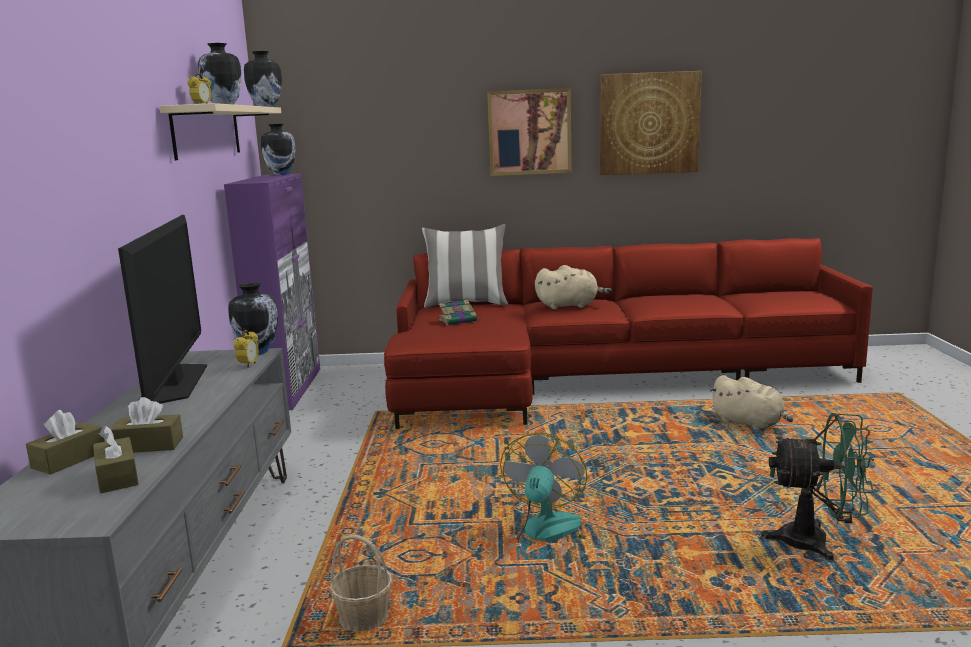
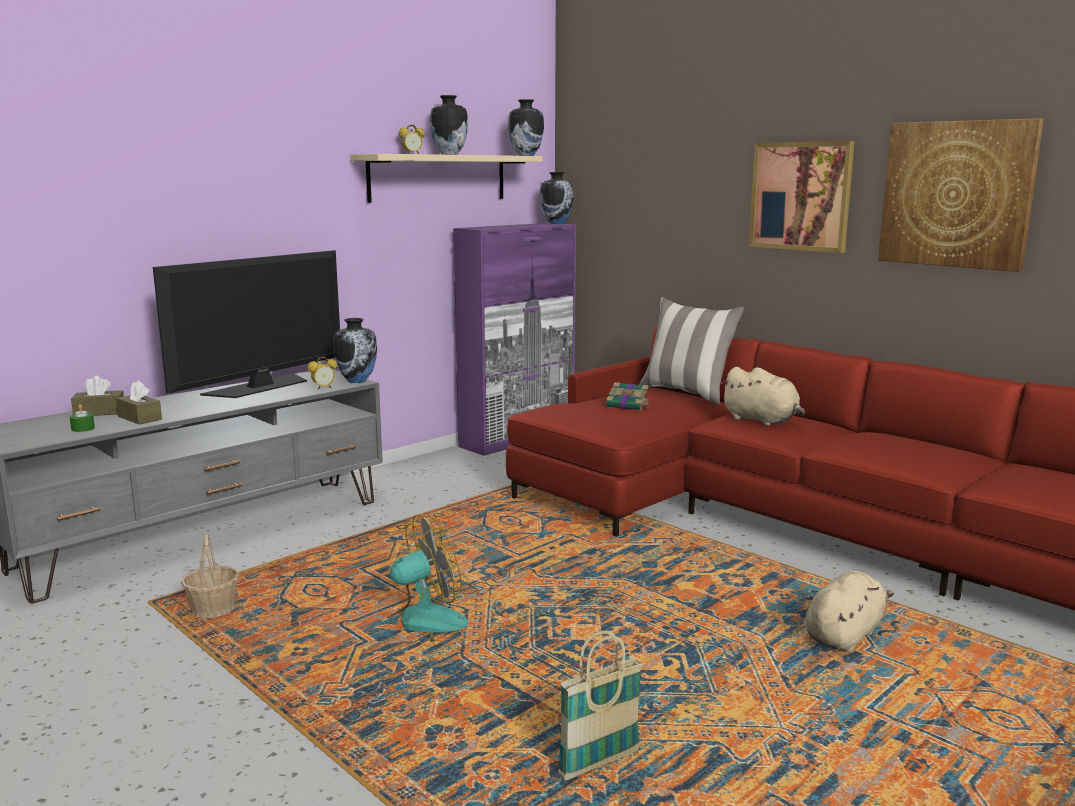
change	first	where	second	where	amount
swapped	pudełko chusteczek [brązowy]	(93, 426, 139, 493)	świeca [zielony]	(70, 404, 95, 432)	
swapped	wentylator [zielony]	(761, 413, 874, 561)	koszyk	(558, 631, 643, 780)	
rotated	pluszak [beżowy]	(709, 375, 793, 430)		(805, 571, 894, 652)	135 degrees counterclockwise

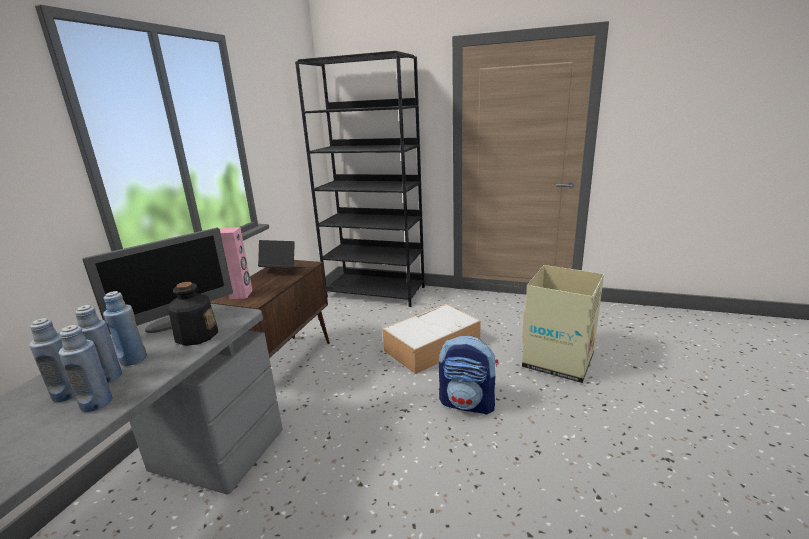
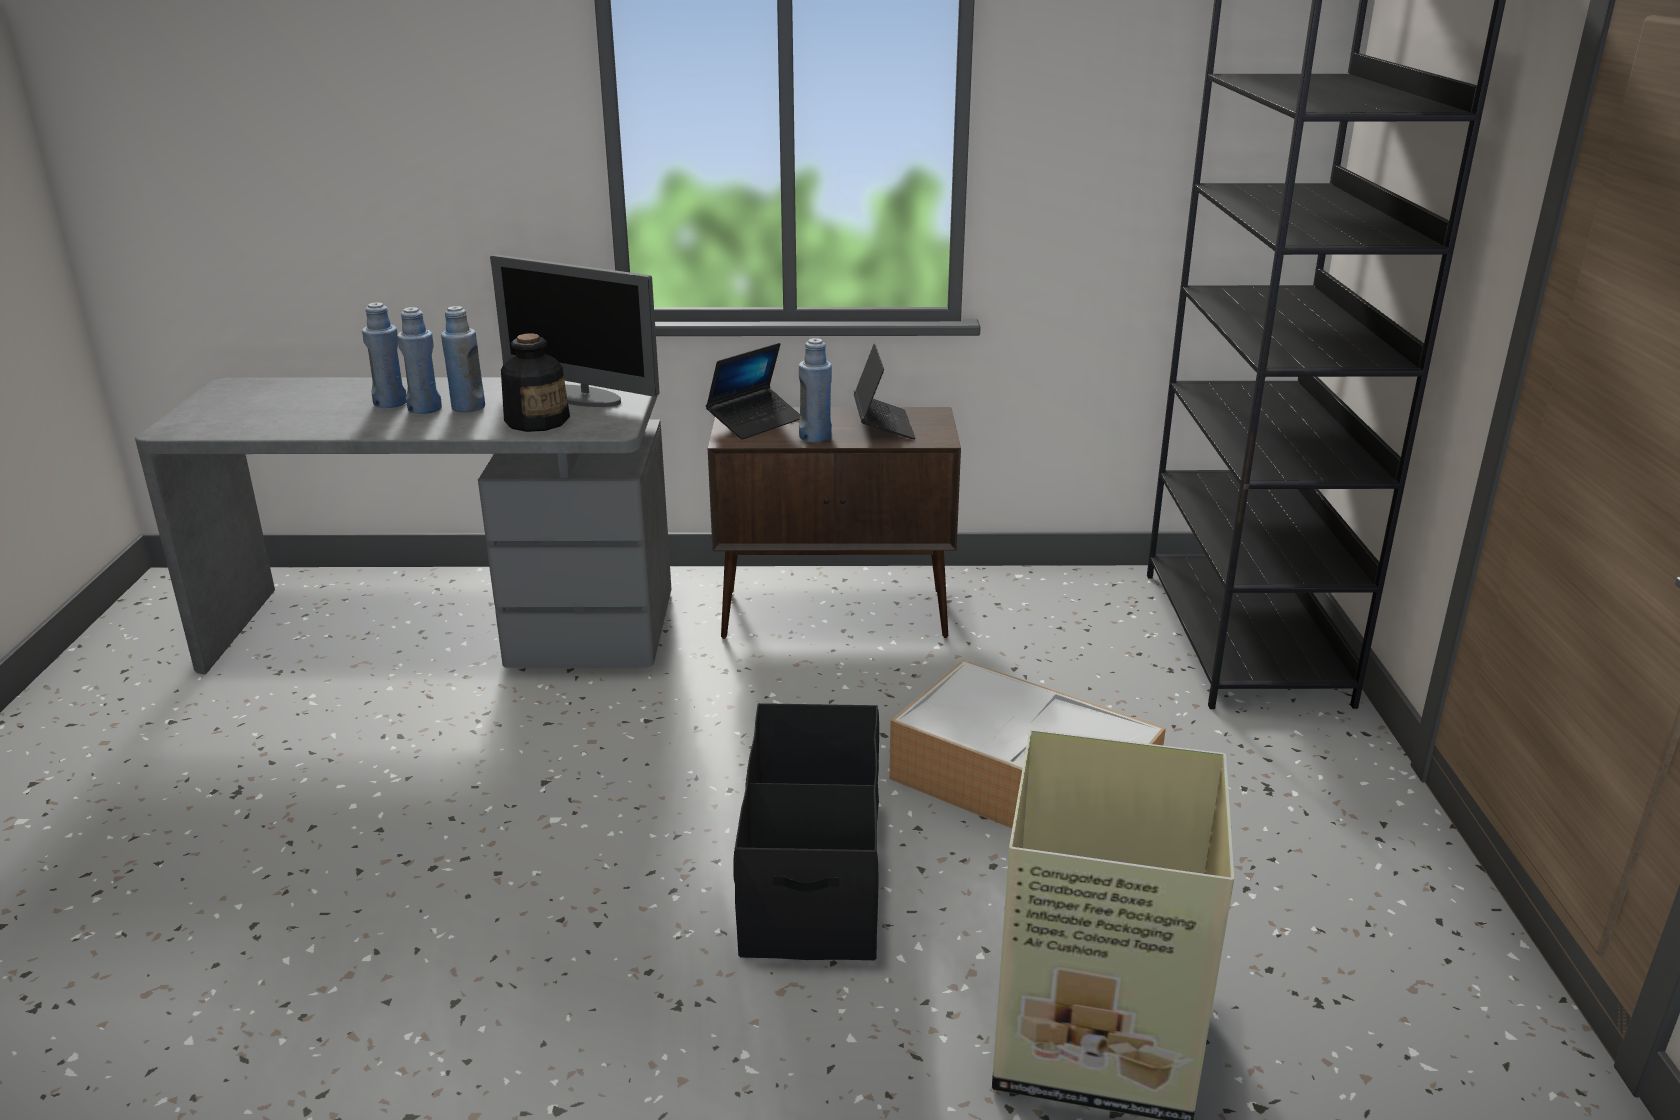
change	first	where	second	where	amount
swapped	głośnik [różowy]	(220, 227, 253, 299)	laptop	(706, 343, 800, 440)	
swapped	plecak	(439, 335, 498, 415)	pojemnik do przechowywania [czarny]	(734, 703, 879, 960)	
shifted	butelka [niebieski]	(59, 325, 112, 412)		(799, 338, 832, 442)	

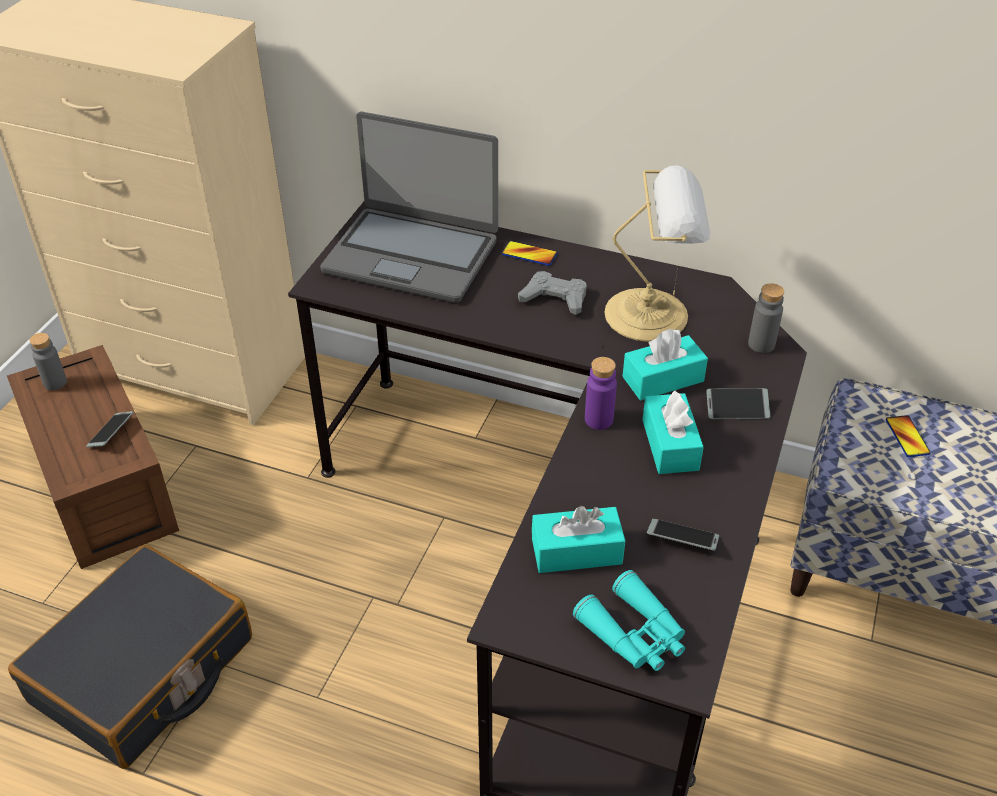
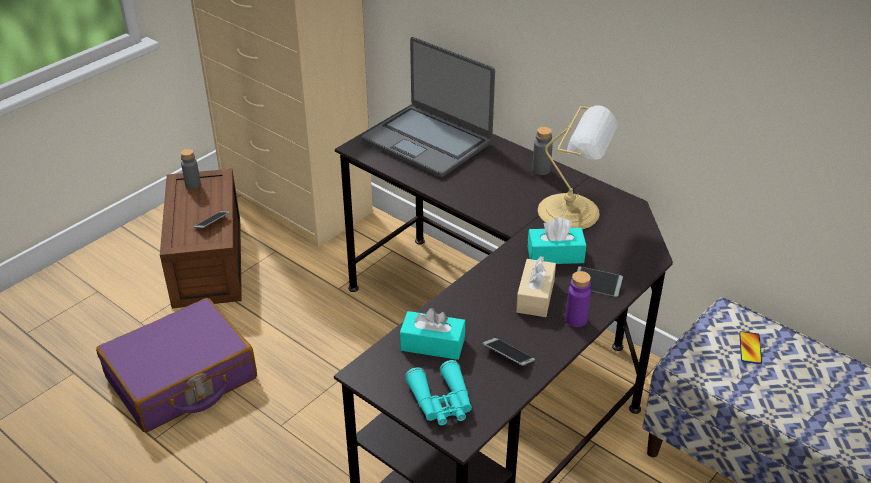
change	first	where	second	where	amount
repainted	walizka [czarny]	(8, 545, 252, 769)	walizka [fioletowy]	(96, 298, 257, 432)	
repainted	pudełko chusteczek [turkusowy]	(642, 390, 704, 474)	pudełko chusteczek [beżowy]	(516, 256, 556, 317)	
shifted	butelka [szary]	(748, 283, 784, 353)		(532, 127, 553, 175)	
shifted	butelka [fioletowy]	(585, 357, 617, 430)		(565, 271, 591, 327)	
gone	telefon	(502, 241, 558, 266)			
gone	pad do gier [szary]	(518, 271, 586, 315)			

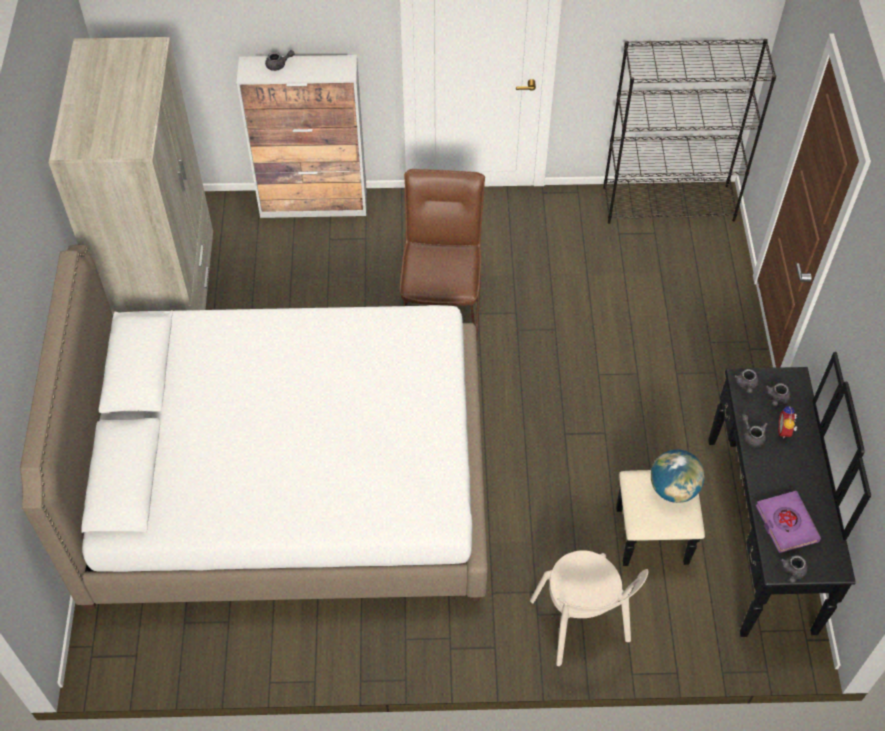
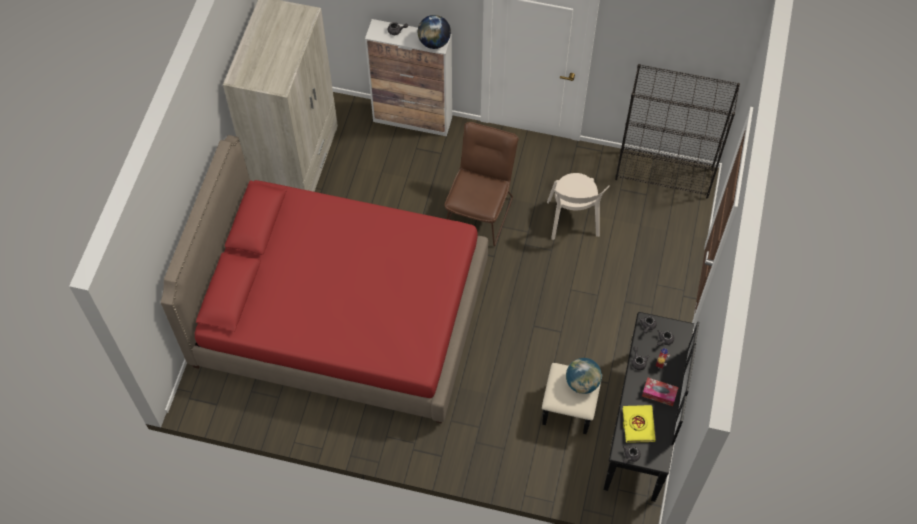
change	first	where	second	where	amount
repainted	łóżko [biały]	(20, 245, 488, 609)	łóżko [czerwony]	(161, 135, 488, 423)	
new			globus	(418, 15, 451, 49)	
shifted	krzesło [beżowy]	(530, 550, 649, 666)		(547, 173, 610, 240)	
repainted	książka [fioletowy]	(756, 491, 821, 553)	książka [żółty]	(623, 405, 656, 443)	
new			pudełko chusteczek	(642, 378, 679, 406)	

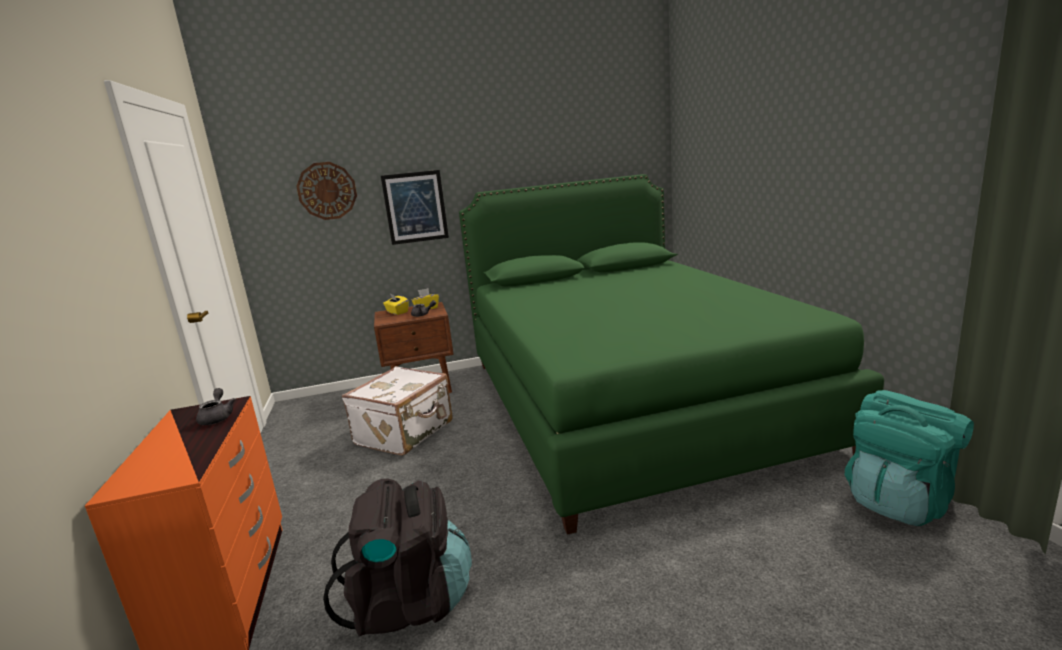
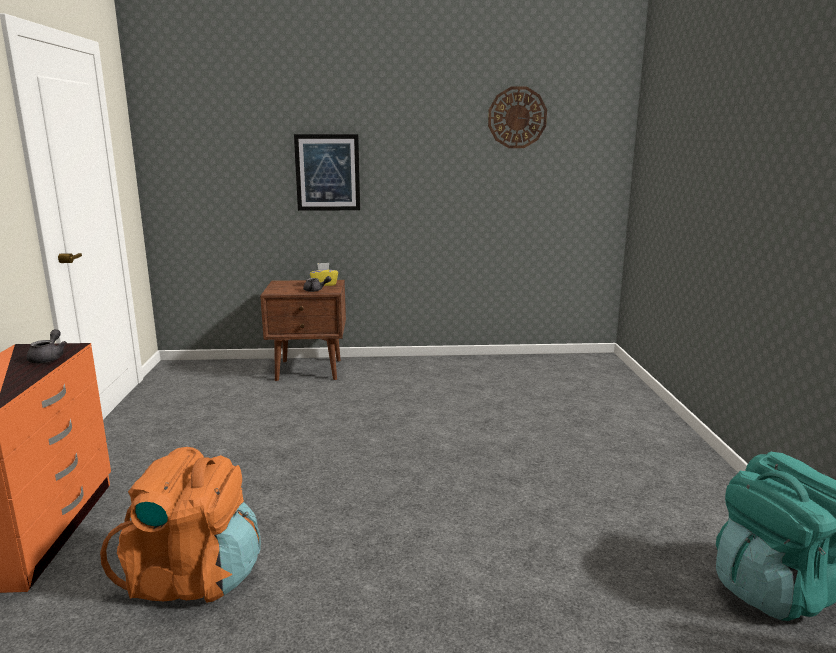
change	first	where	second	where	amount
repainted	plecak [czarny]	(323, 479, 472, 637)	plecak [pomarańczowy]	(100, 447, 261, 603)	
shifted	zegar ścienny	(296, 162, 357, 220)		(488, 87, 547, 148)	
gone	walizka [biały]	(342, 366, 453, 456)			
gone	pudełko chusteczek [żółty]	(383, 294, 408, 315)			
gone	łóżko [zielony]	(459, 174, 884, 535)			

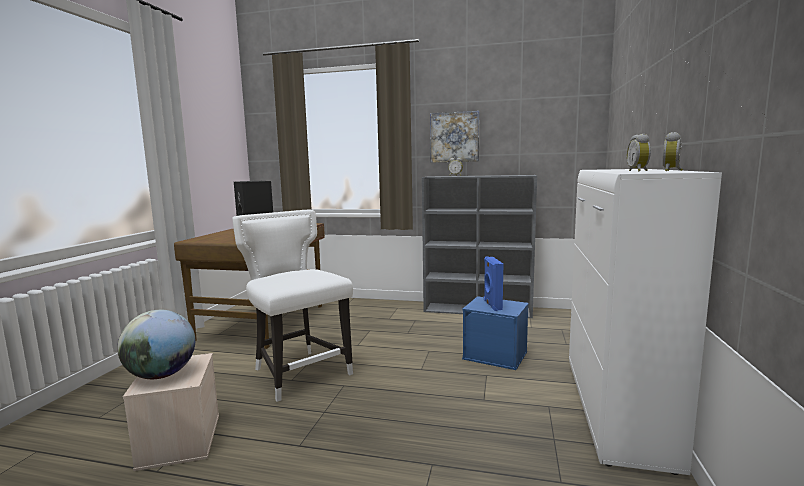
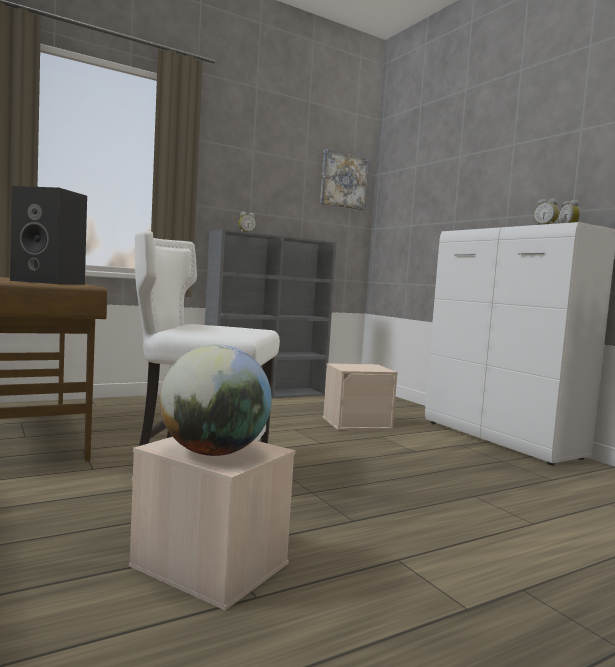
change	first	where	second	where	amount
shifted	obraz	(430, 111, 479, 162)		(320, 149, 369, 210)	
repainted	pojemnik do przechowywania [niebieski]	(462, 296, 529, 370)	pojemnik do przechowywania [beżowy]	(323, 363, 398, 430)	
gone	głośnik [niebieski]	(484, 256, 503, 311)			

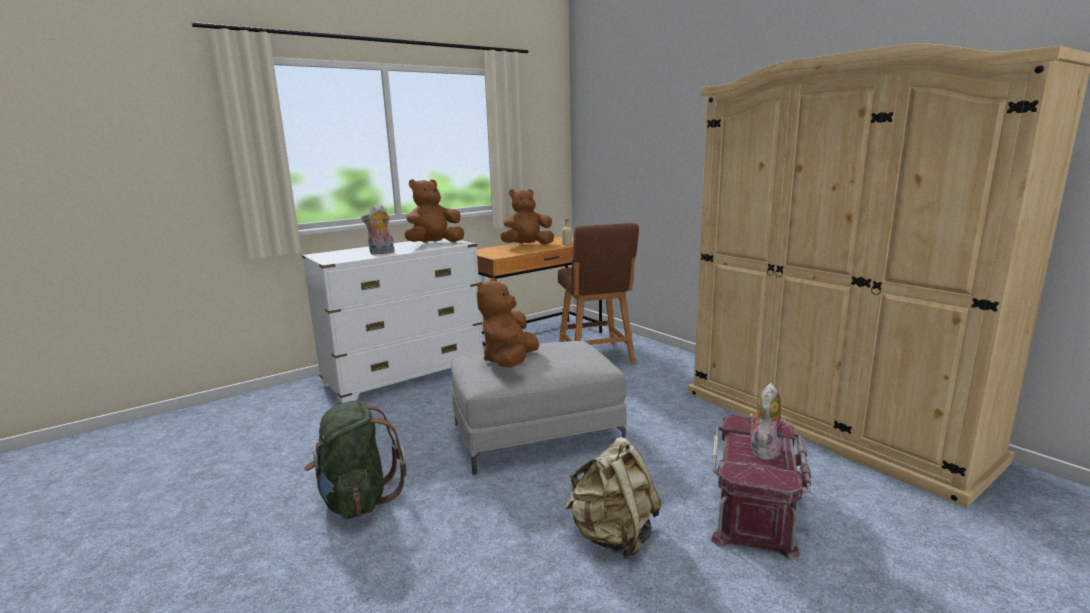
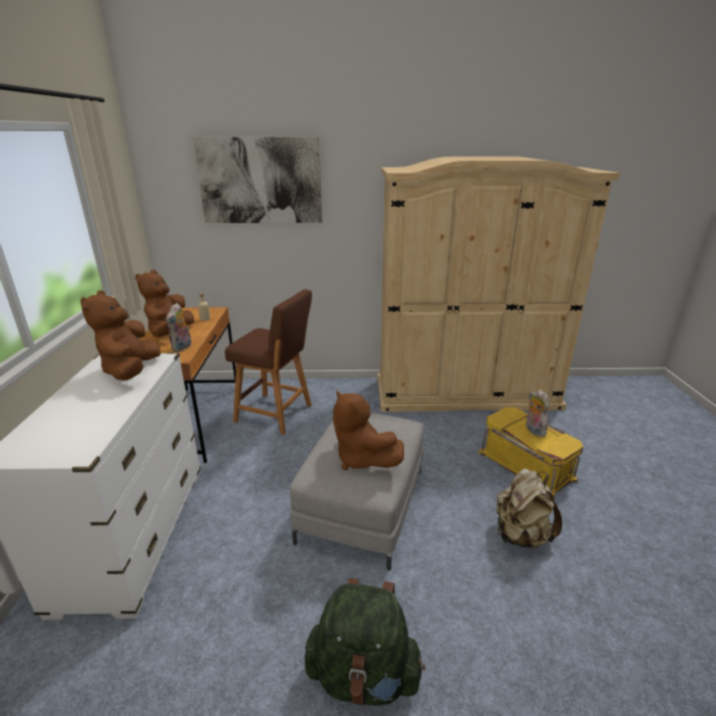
change	first	where	second	where	amount
shifted	pluszak	(361, 205, 395, 255)		(166, 303, 191, 352)	
new			obraz	(193, 137, 322, 223)	
repainted	pojemnik do przechowywania [czerwony]	(710, 415, 811, 560)	pojemnik do przechowywania [żółty]	(478, 407, 583, 499)	

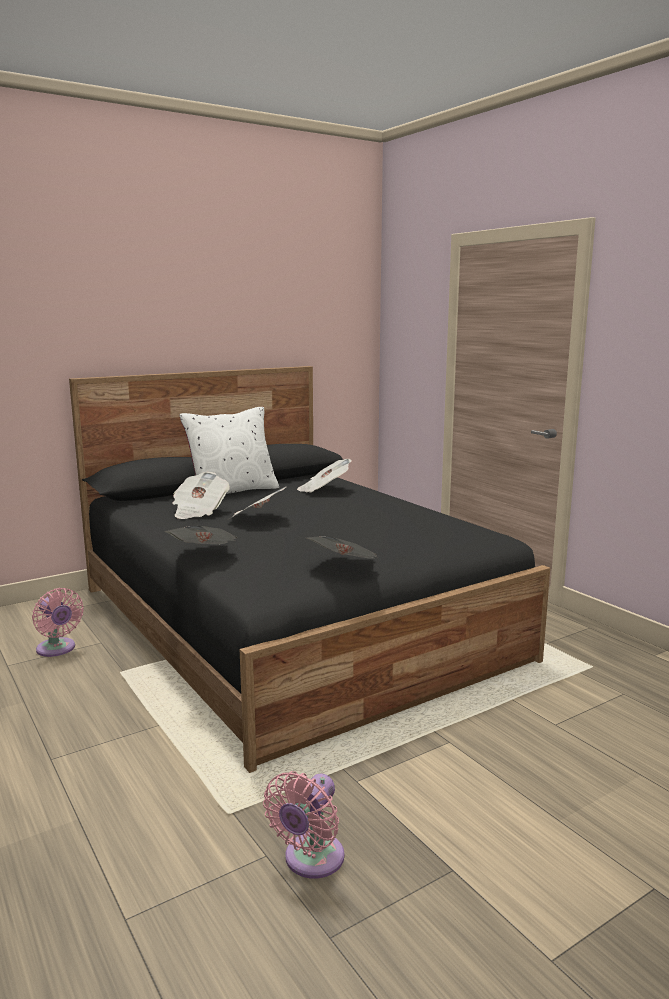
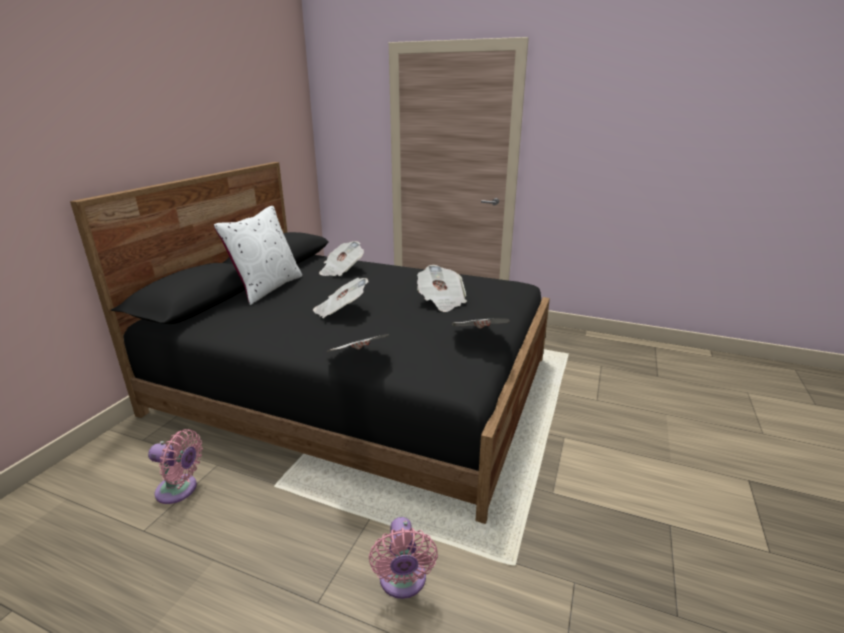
change	first	where	second	where	amount
shifted	wentylator [różowy]	(263, 771, 344, 878)		(369, 517, 438, 599)	
shifted	gazeta	(172, 472, 230, 519)		(417, 265, 467, 312)	

